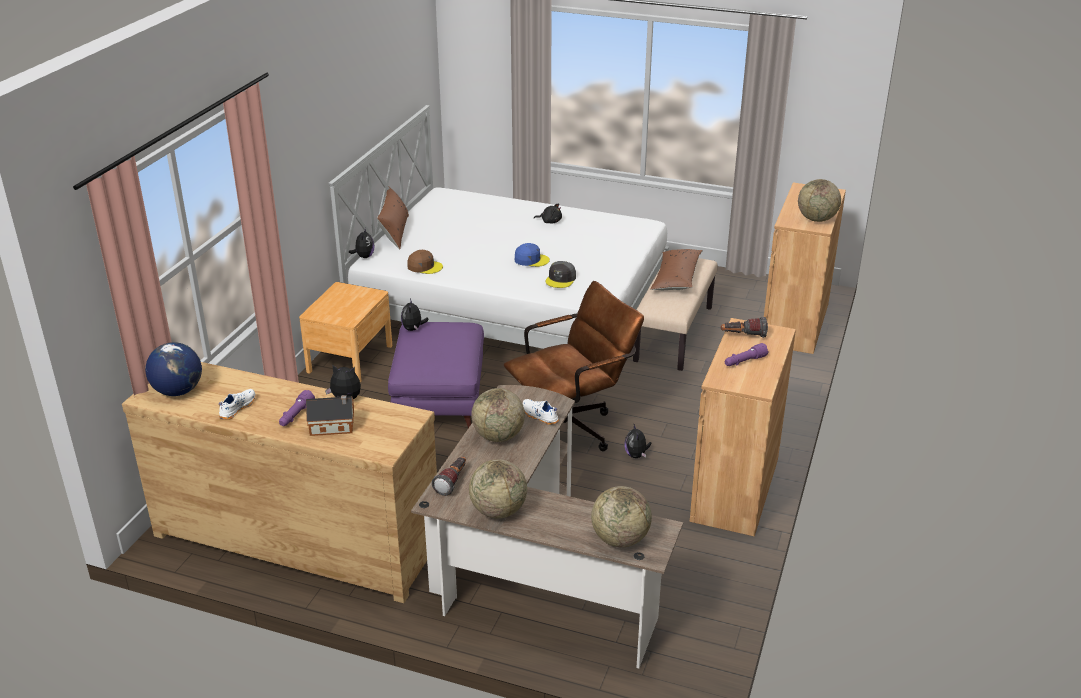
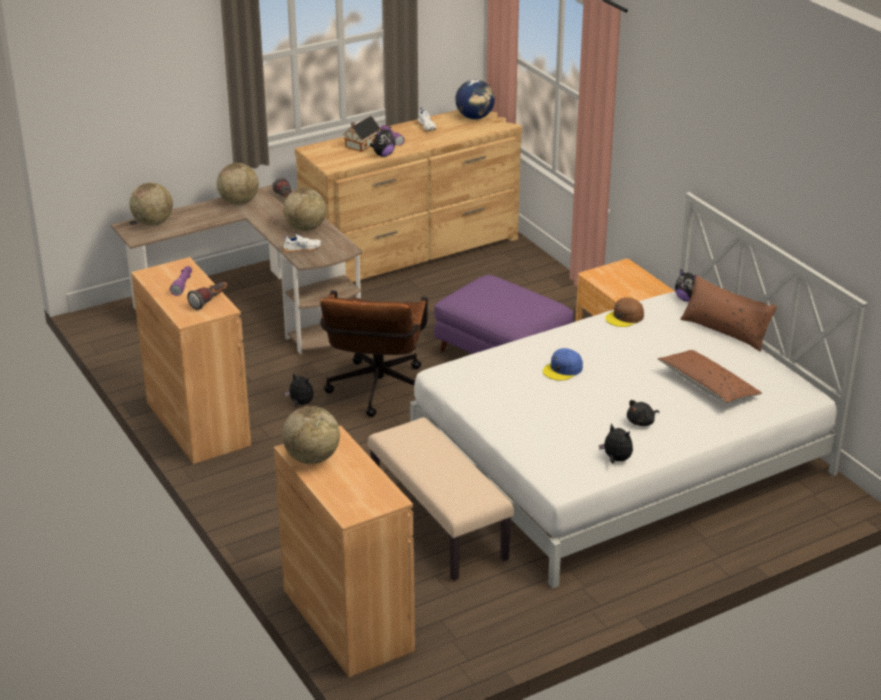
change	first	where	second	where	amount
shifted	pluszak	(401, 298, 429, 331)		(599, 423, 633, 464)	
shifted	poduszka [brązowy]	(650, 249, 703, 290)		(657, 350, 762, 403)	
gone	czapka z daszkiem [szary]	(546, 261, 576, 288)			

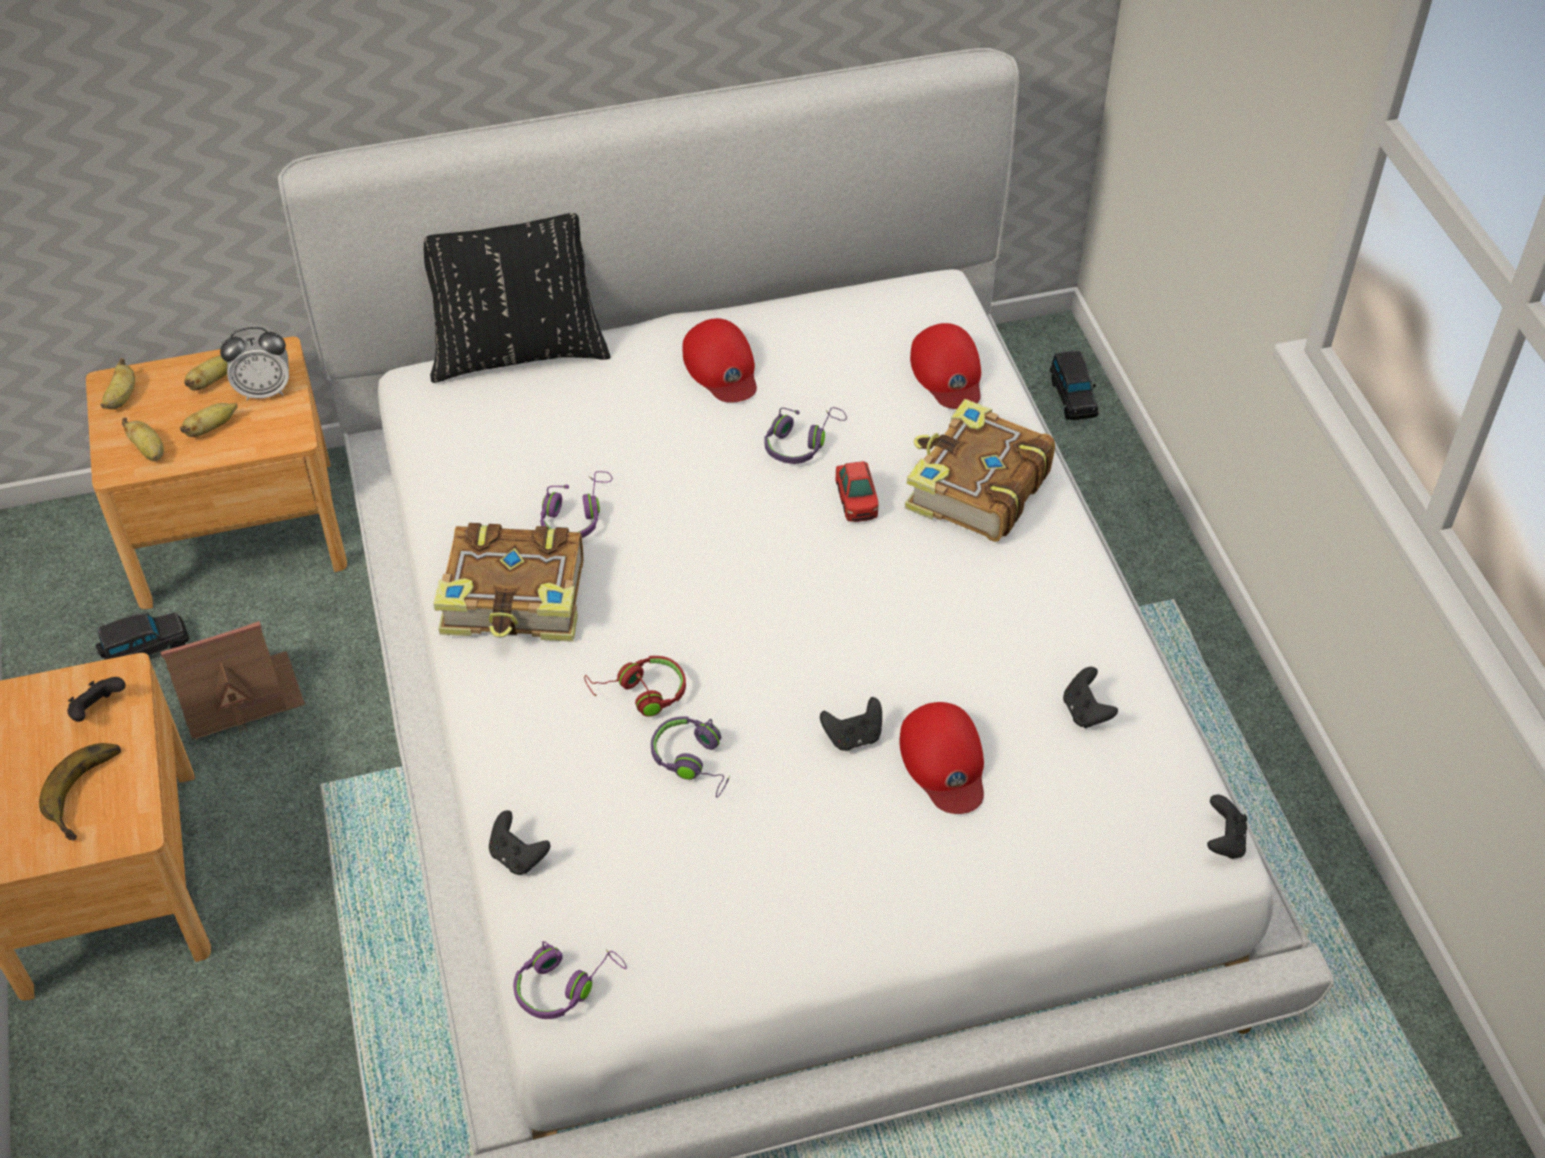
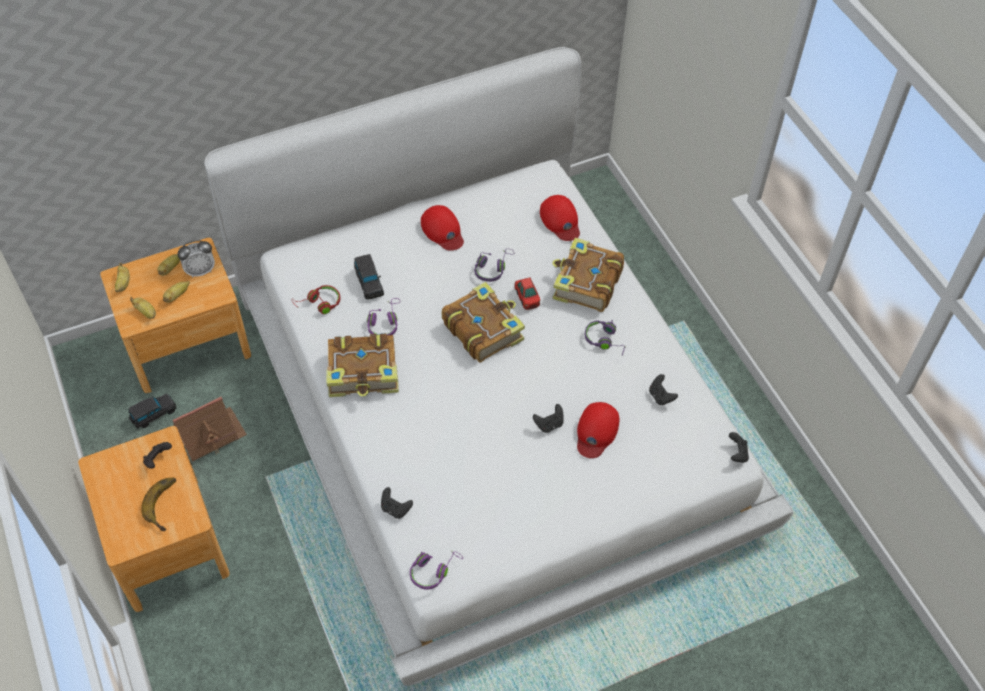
change	first	where	second	where	amount
shifted	słuchawki [czerwony]	(584, 656, 686, 717)		(292, 285, 340, 314)	
shifted	samochodzik [czarny]	(1050, 351, 1099, 420)		(354, 254, 384, 300)	
new			książka	(442, 282, 525, 363)	
rotated	czapka z daszkiem [czerwony]	(900, 702, 984, 814)		(577, 402, 619, 458)	45 degrees clockwise
shifted	słuchawki [fioletowy]	(651, 716, 730, 798)		(585, 320, 626, 356)	
gone	poduszka [czarny]	(424, 213, 611, 383)			

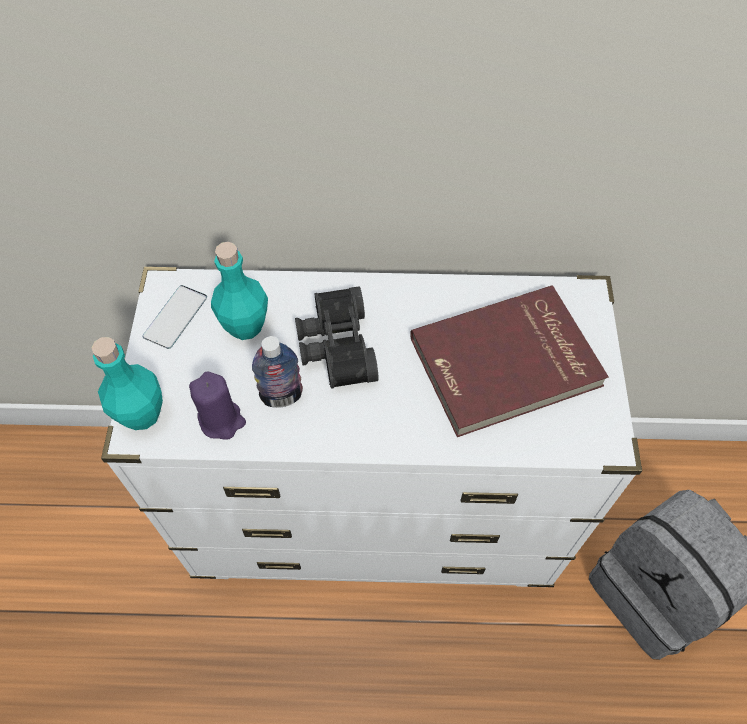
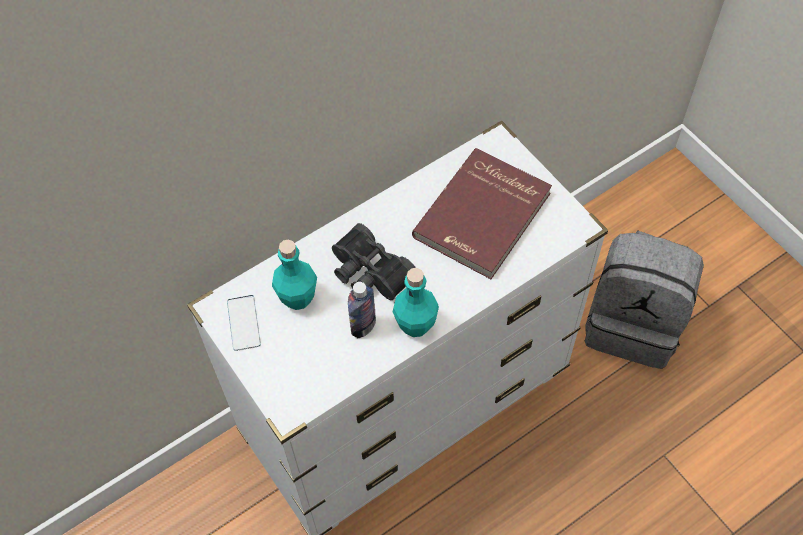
change	first	where	second	where	amount
shifted	butelka [turkusowy]	(92, 337, 163, 430)		(393, 268, 439, 337)	
gone	świeca [fioletowy]	(189, 372, 246, 440)			

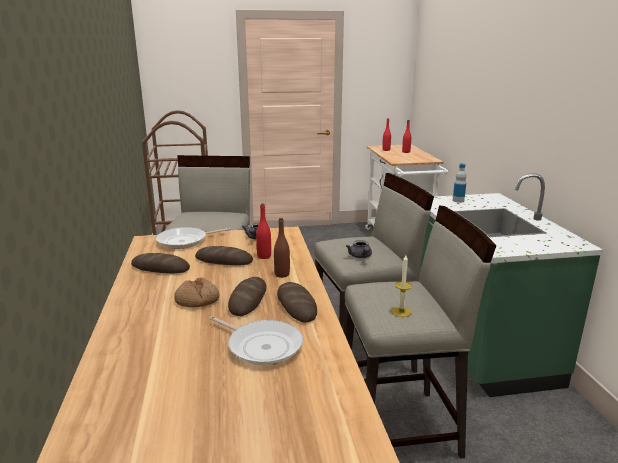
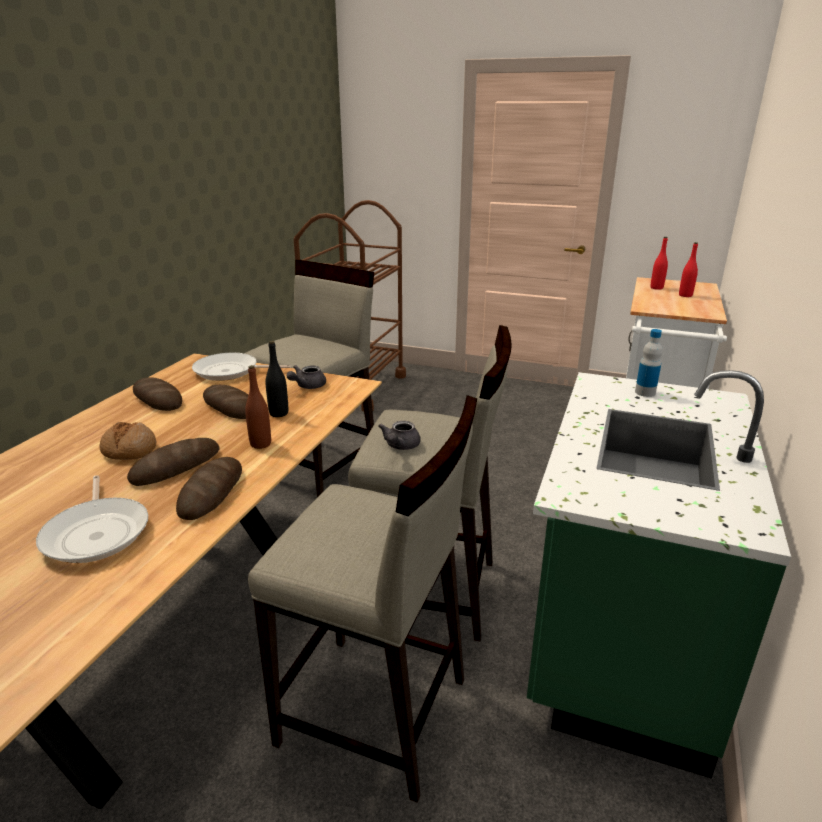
change	first	where	second	where	amount
repainted	butelka [czerwony]	(256, 204, 271, 259)	butelka [czarny]	(266, 341, 288, 417)	
gone	świeca	(392, 255, 412, 317)			

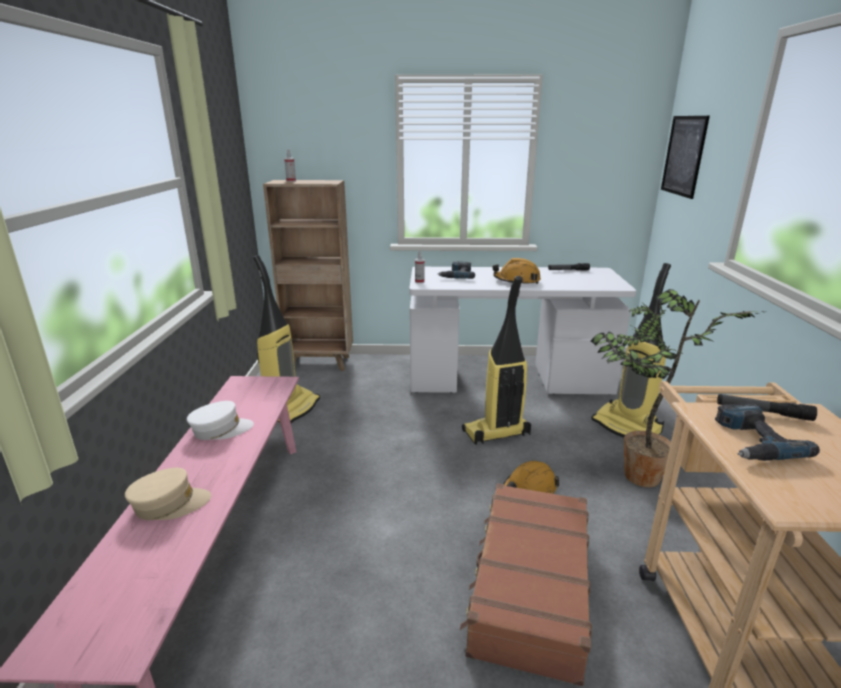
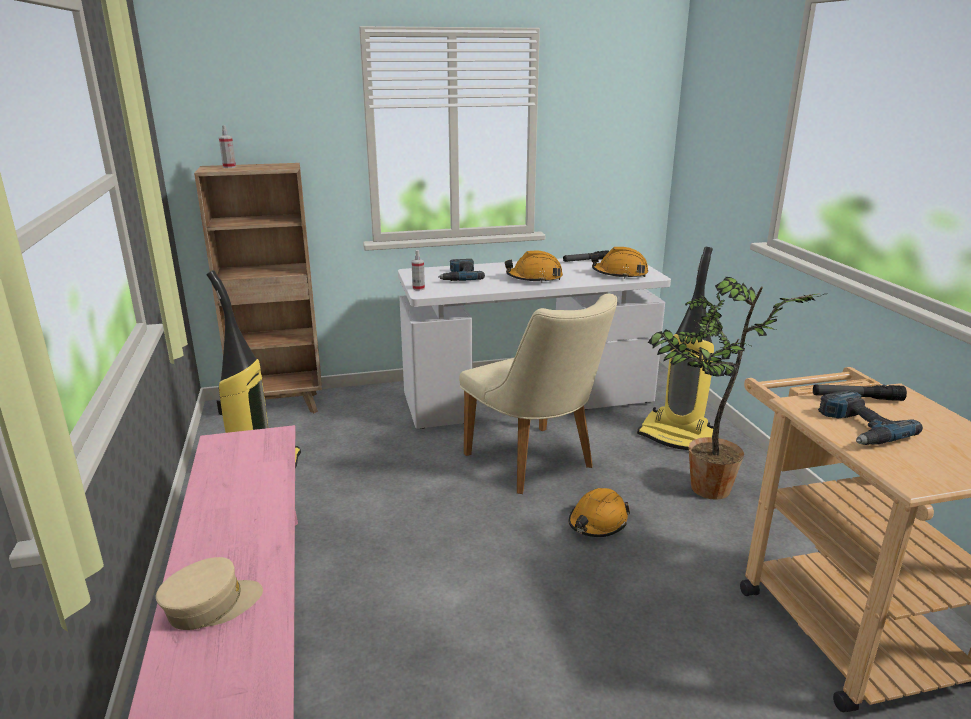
change	first	where	second	where	amount
swapped	odkurzacz	(462, 276, 531, 445)	krzesło [beżowy]	(459, 294, 617, 494)	
new			kask [pomarańczowy]	(591, 247, 648, 279)	
gone	czapka z daszkiem [biały]	(187, 401, 254, 440)			
gone	walizka [brązowy]	(460, 483, 592, 686)			
gone	obraz	(661, 116, 710, 199)			

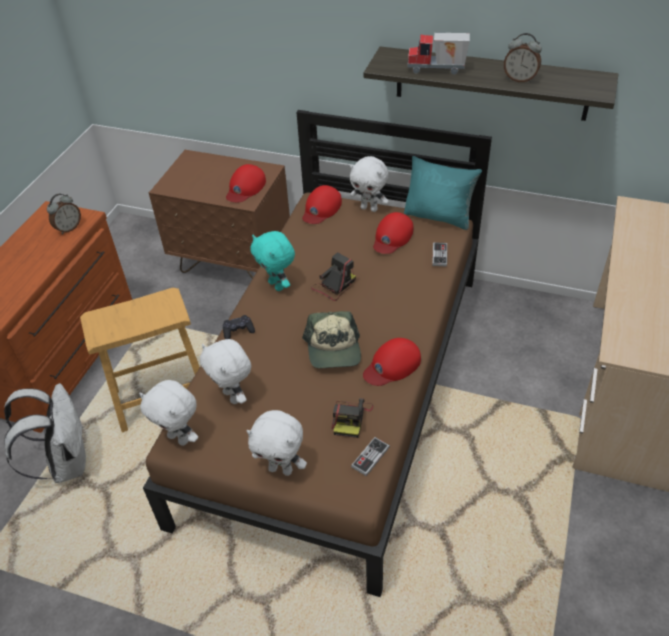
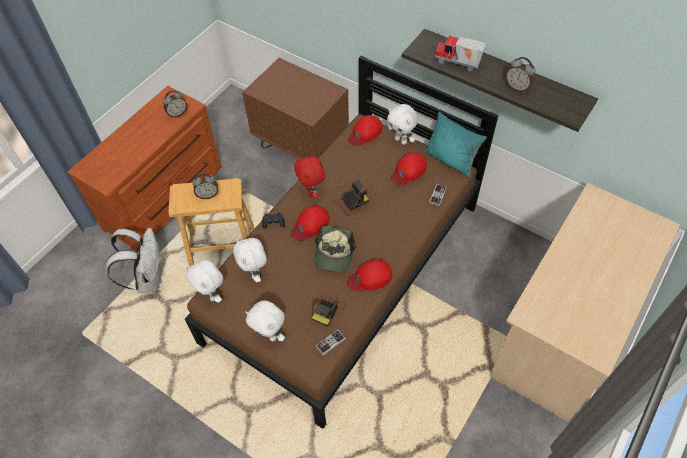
change	first	where	second	where	amount
new			budzik	(192, 174, 218, 199)	
shifted	czapka z daszkiem [czerwony]	(226, 164, 266, 202)		(291, 205, 329, 241)	
repainted	pluszak [turkusowy]	(251, 231, 295, 291)	pluszak [czerwony]	(294, 156, 325, 198)	

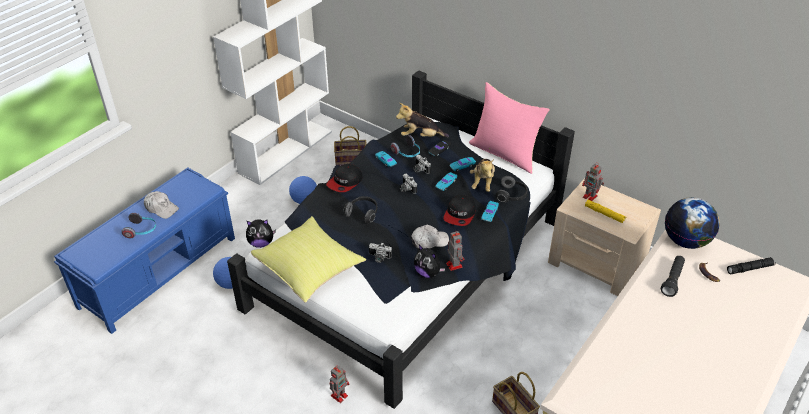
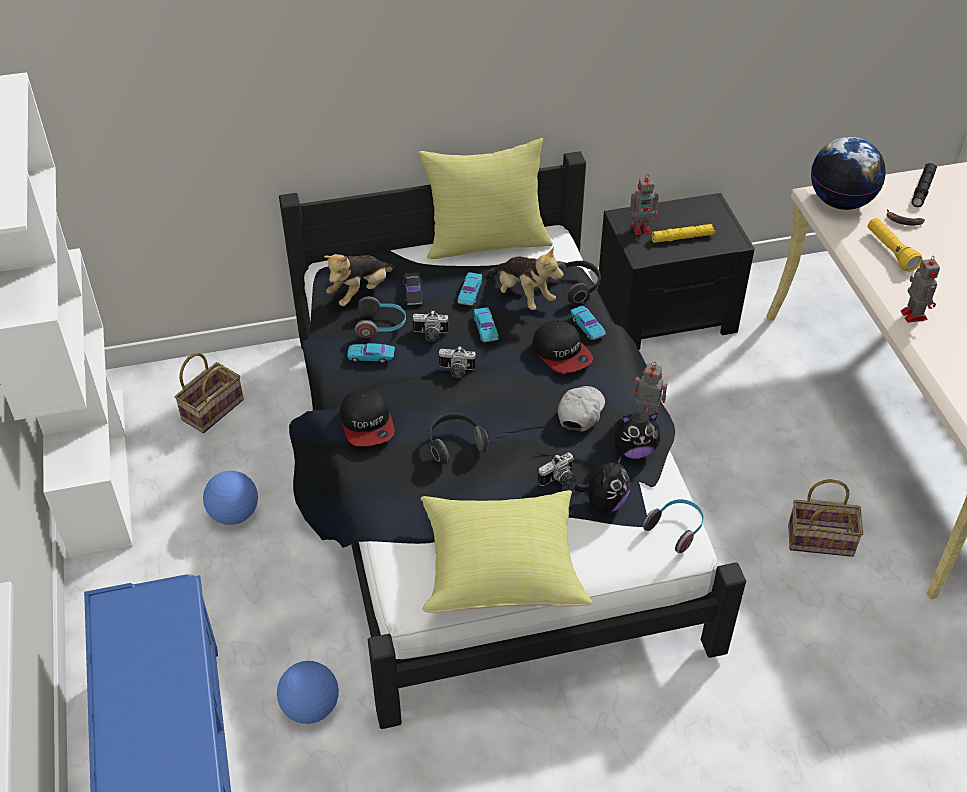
change	first	where	second	where	amount
repainted	poduszka [różowy]	(469, 82, 550, 174)	poduszka [żółty]	(418, 138, 553, 259)	
shifted	pluszak	(246, 219, 276, 248)		(574, 455, 630, 513)	
repainted	szafka nocna [beżowy]	(548, 178, 661, 296)	szafka nocna [czarny]	(597, 193, 755, 350)	
shifted	słuchawki	(121, 213, 156, 238)		(643, 499, 704, 553)	
repainted	latarka [czarny]	(661, 256, 685, 297)	latarka [żółty]	(868, 218, 923, 272)	
shifted	robot zabawkowy	(330, 365, 350, 403)		(900, 256, 940, 323)	
gone	czapka z daszkiem [biały]	(144, 191, 179, 219)			

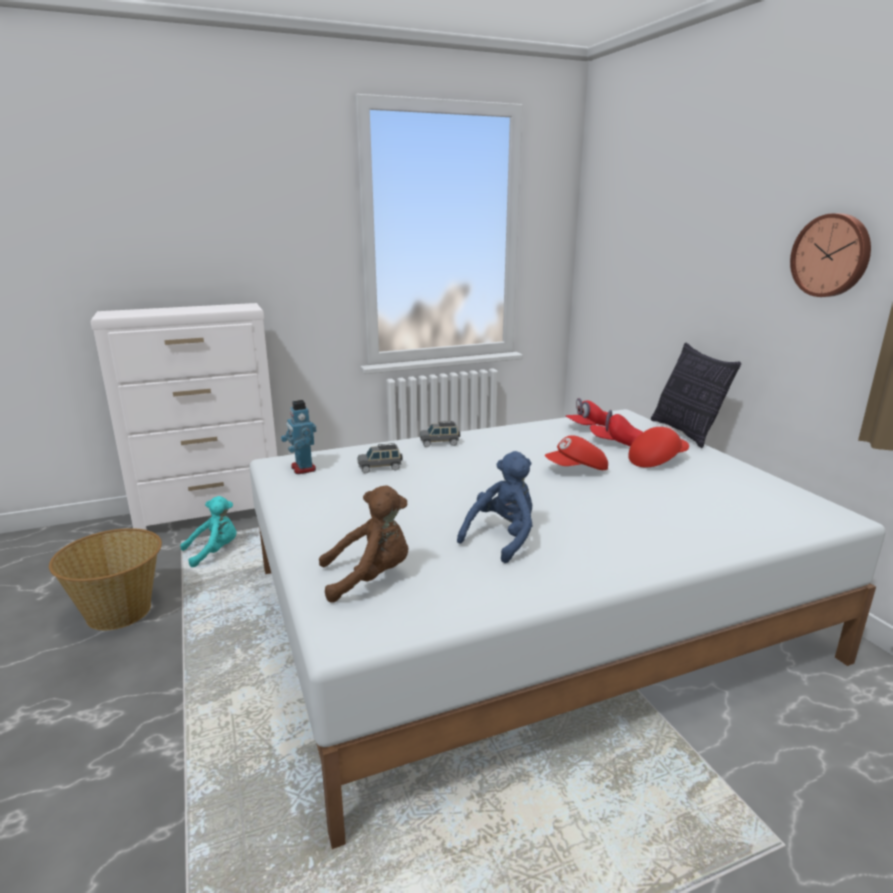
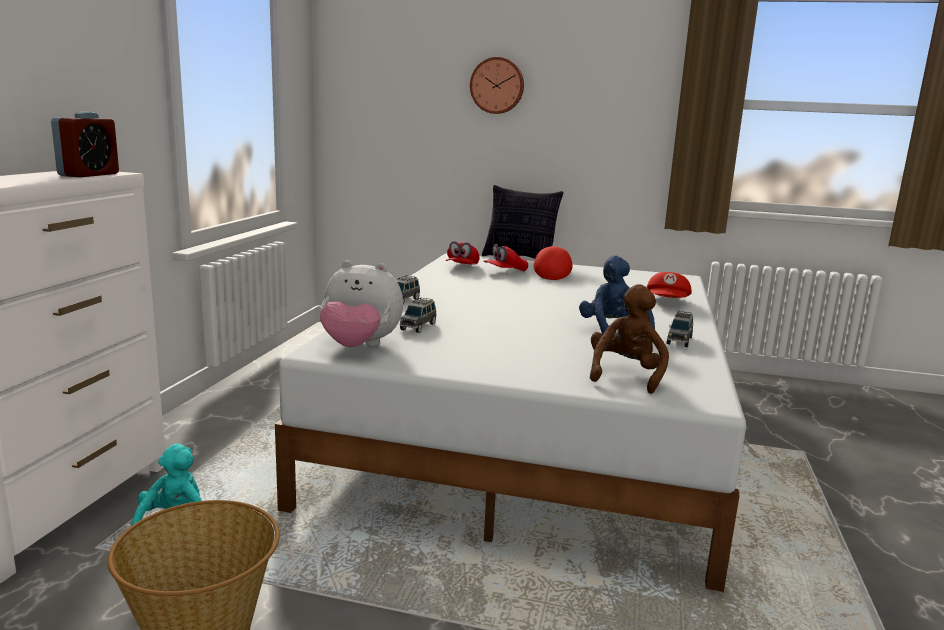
change	first	where	second	where	amount
new			budzik	(51, 111, 119, 177)	
swapped	robot zabawkowy	(281, 400, 316, 474)	pluszak	(320, 260, 403, 347)	
shifted	zegar ścienny	(790, 213, 871, 297)		(470, 57, 524, 114)	
shifted	czapka z daszkiem [czerwony]	(545, 435, 608, 470)		(647, 272, 692, 298)	
new			samochodzik [szary]	(667, 311, 693, 347)	

